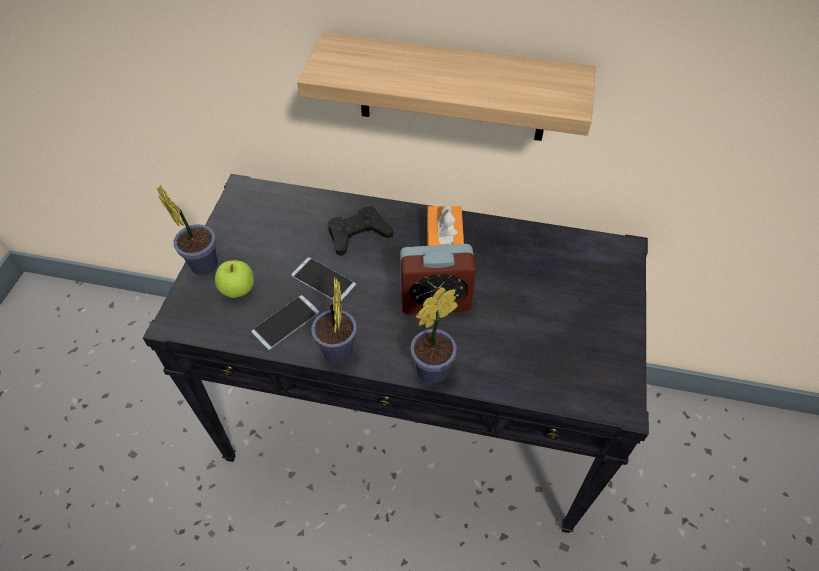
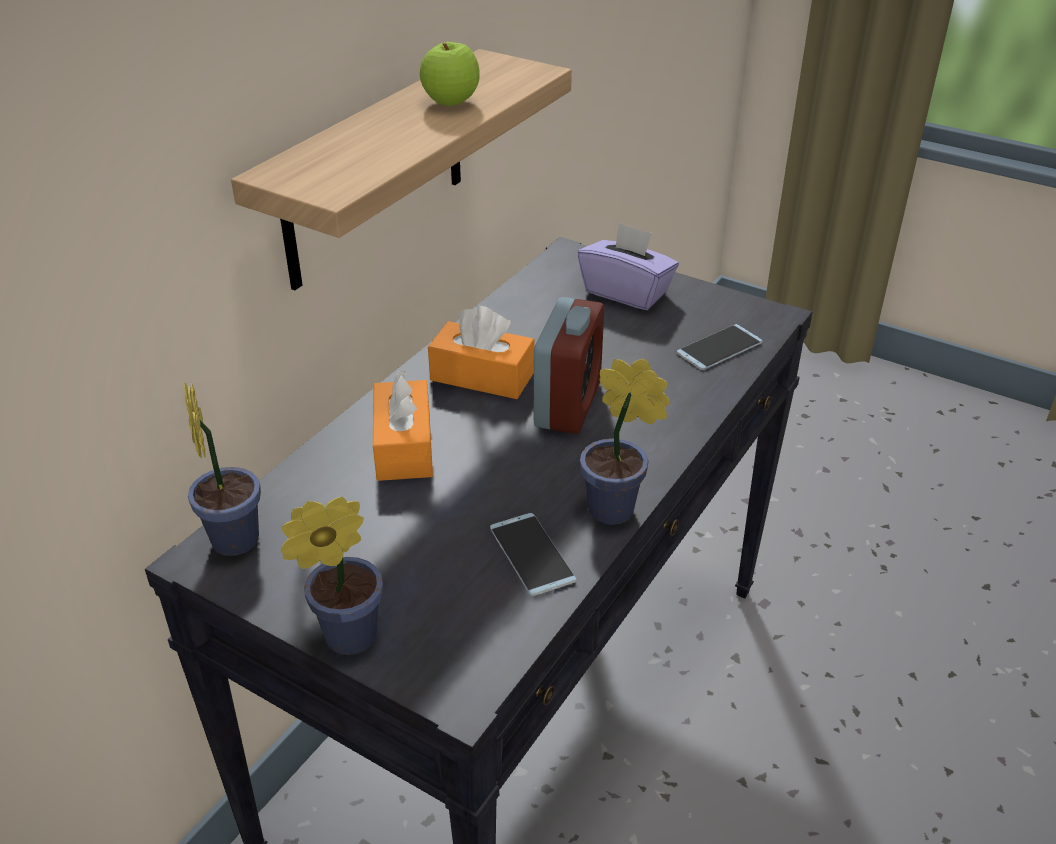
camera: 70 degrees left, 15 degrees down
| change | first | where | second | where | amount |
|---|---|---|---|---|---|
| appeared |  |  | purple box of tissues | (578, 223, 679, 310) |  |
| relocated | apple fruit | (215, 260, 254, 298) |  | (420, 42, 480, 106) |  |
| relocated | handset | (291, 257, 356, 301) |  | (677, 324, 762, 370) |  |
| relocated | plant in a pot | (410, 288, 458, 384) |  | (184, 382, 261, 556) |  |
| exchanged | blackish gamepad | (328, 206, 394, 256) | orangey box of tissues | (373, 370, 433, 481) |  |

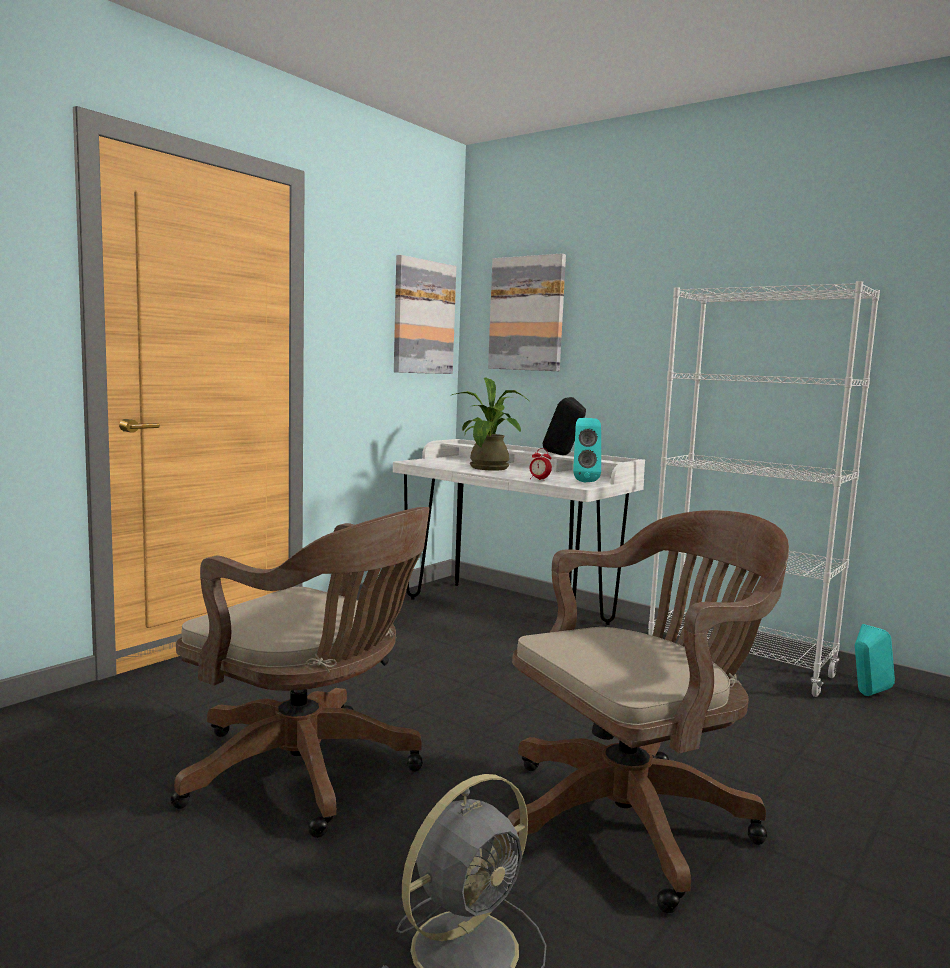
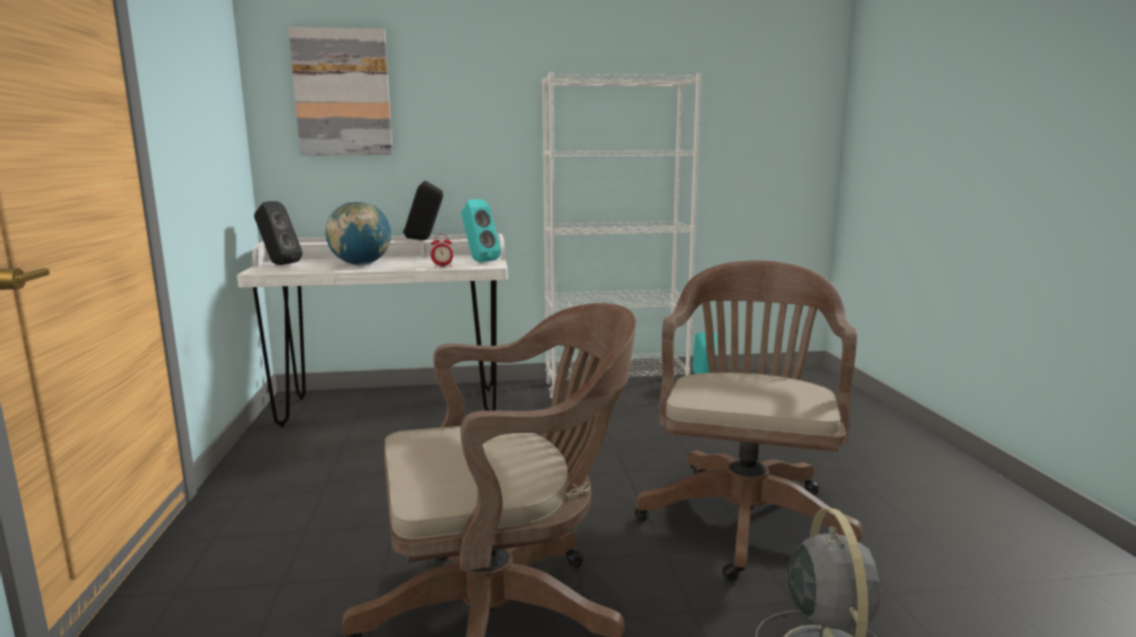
camera: 45 degrees left, 5 degrees up
| change | first | where | second | where | amount |
|---|---|---|---|---|---|
| missing | wall art | (394, 255, 456, 374) |  |  |  |
| appeared |  |  | blackish speaker | (254, 201, 302, 265) |  |
| exchanged | plant in a pot | (452, 378, 529, 471) | desk globe | (325, 201, 391, 266) |  |

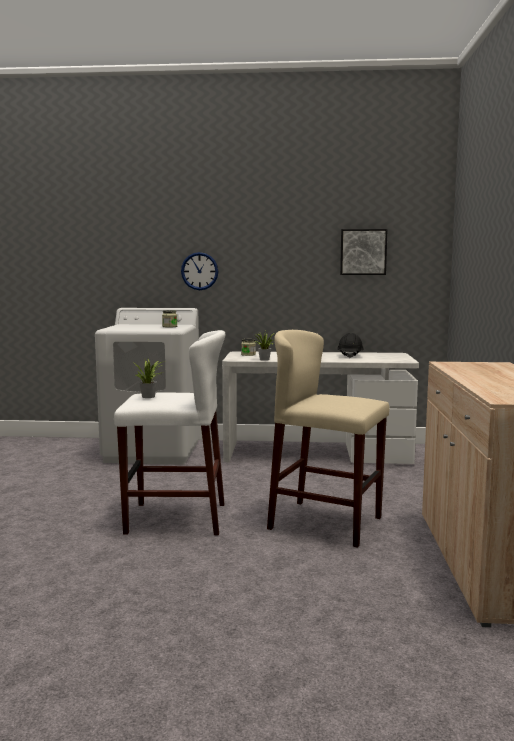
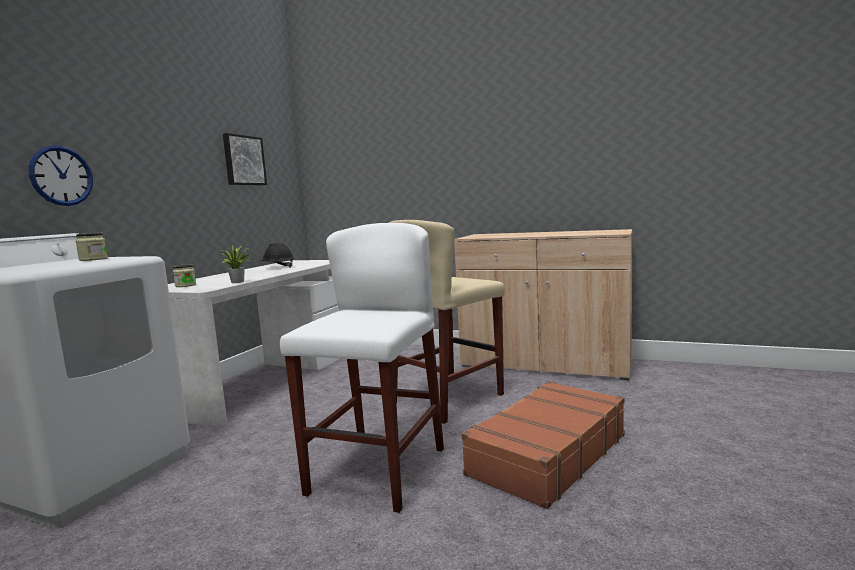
camera: 70 degrees left, 0 degrees up
| change | first | where | second | where | amount |
|---|---|---|---|---|---|
| missing | plant in a pot | (132, 359, 167, 398) |  |  |  |
| appeared |  |  | brownish travel case | (461, 381, 625, 509) |  |

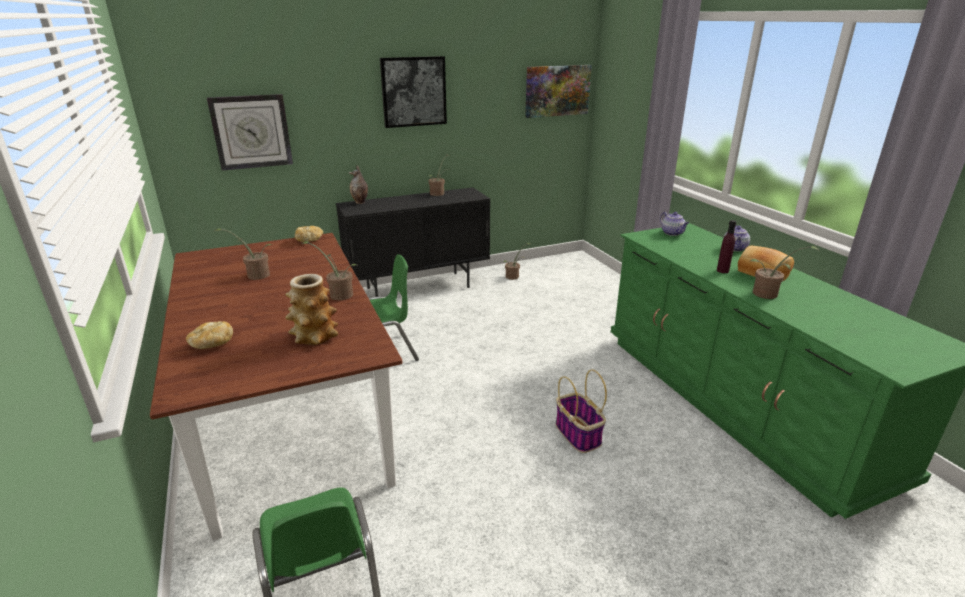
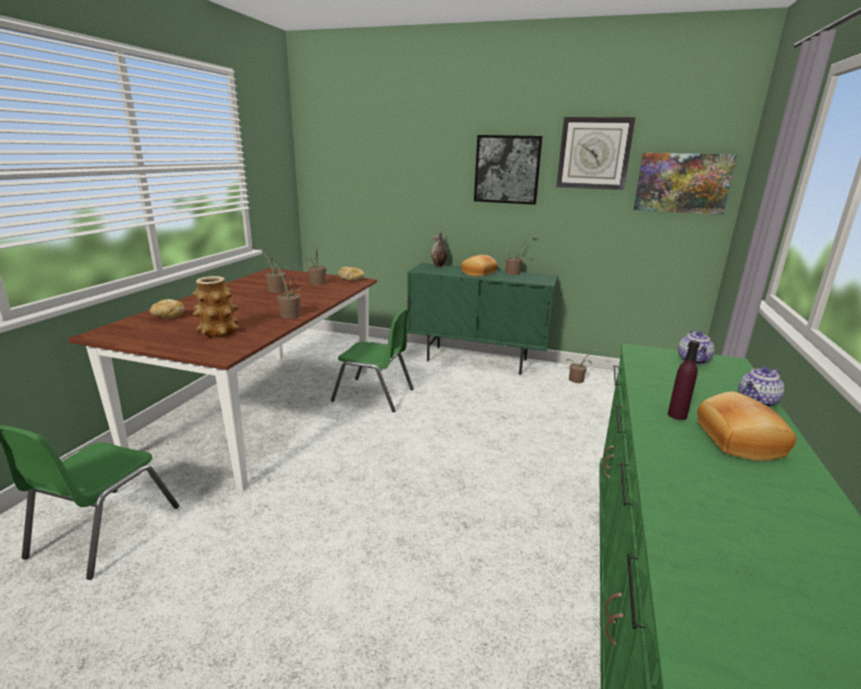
camera: 40 degrees right, 5 degrees down
| change | first | where | second | where | amount |
|---|---|---|---|---|---|
| missing | basket | (556, 370, 607, 453) |  |  |  |
| appeared |  |  | bread | (461, 255, 497, 276) |  |
| relocated | clock on the wall | (207, 94, 293, 171) |  | (556, 117, 636, 190) |  |
| relocated | plant in a pot | (749, 246, 819, 299) |  | (306, 247, 327, 285) |  |
| colour | blackish storage cabinet | (336, 187, 490, 297) | greenish storage cabinet | (407, 263, 558, 375) |  |

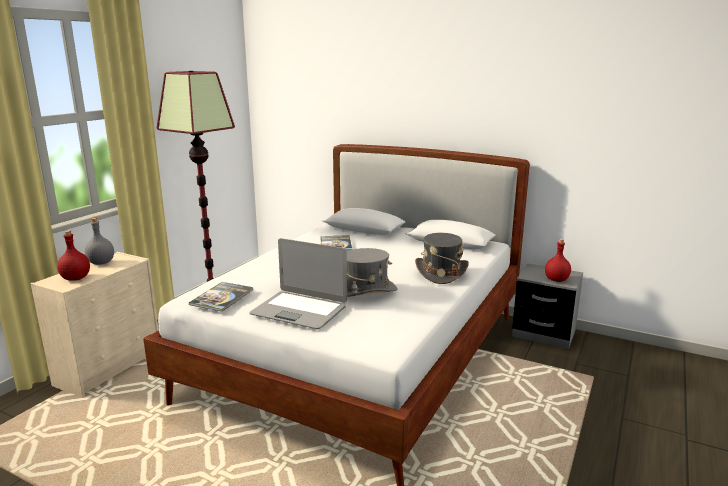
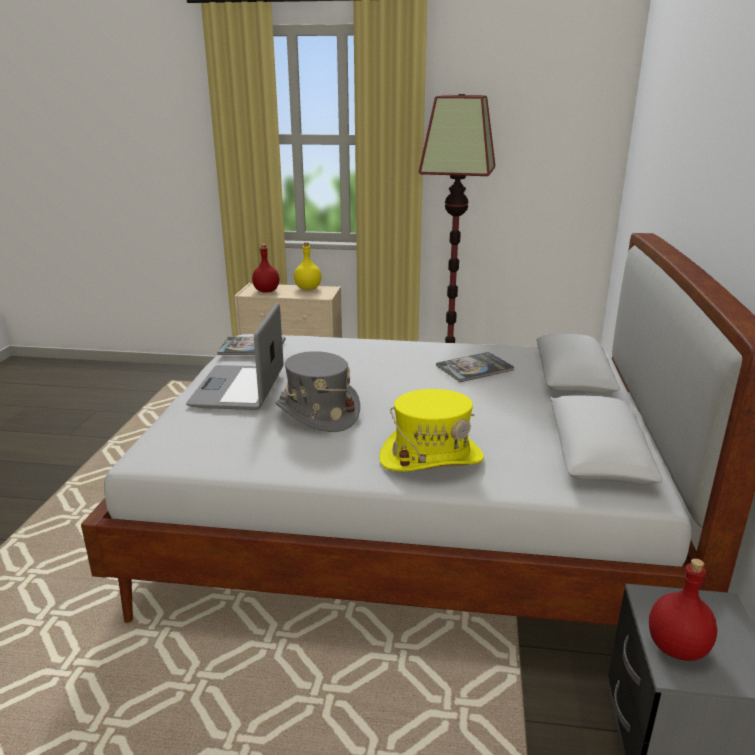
camera: 70 degrees right, 5 degrees up
| change | first | where | second | where | amount |
|---|---|---|---|---|---|
| colour | gray drink bottle | (85, 218, 114, 265) | yellow drink bottle | (294, 242, 321, 290) |  |
| colour | gray hat | (415, 233, 469, 284) | yellow hat | (379, 389, 484, 472) |  |

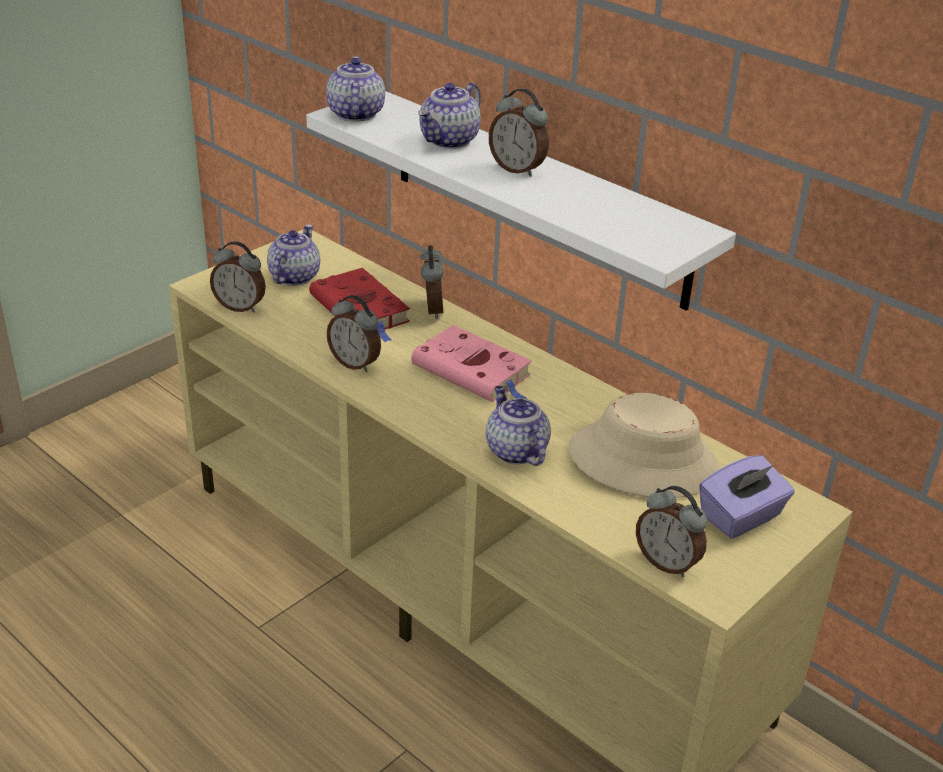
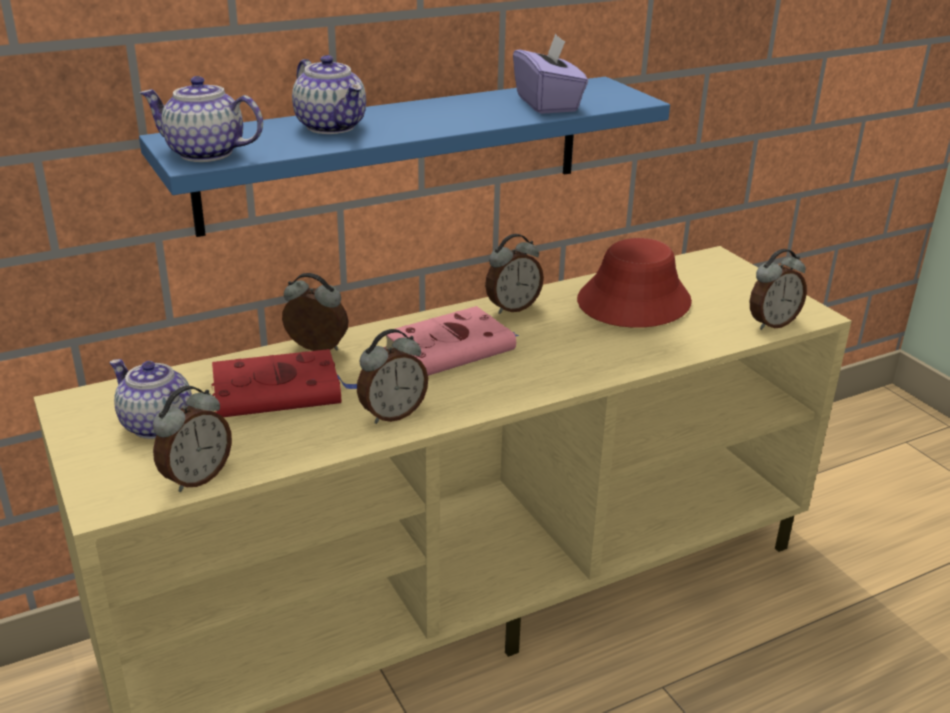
camera: 70 degrees left, 5 degrees down
| change | first | where | second | where | amount |
|---|---|---|---|---|---|
| missing | teapot | (486, 386, 551, 466) |  |  |  |
| relocated | alarm clock | (489, 89, 549, 177) |  | (485, 234, 544, 314) |  |
| relocated | purple box of tissues | (699, 455, 795, 538) |  | (513, 34, 588, 114) |  |
| colour | white-coloured shelf | (306, 91, 736, 311) | blue-coloured shelf | (139, 77, 670, 237) |  |
| colour | beige-coloured hat | (569, 393, 720, 498) | red-coloured hat | (577, 238, 692, 328) |  |

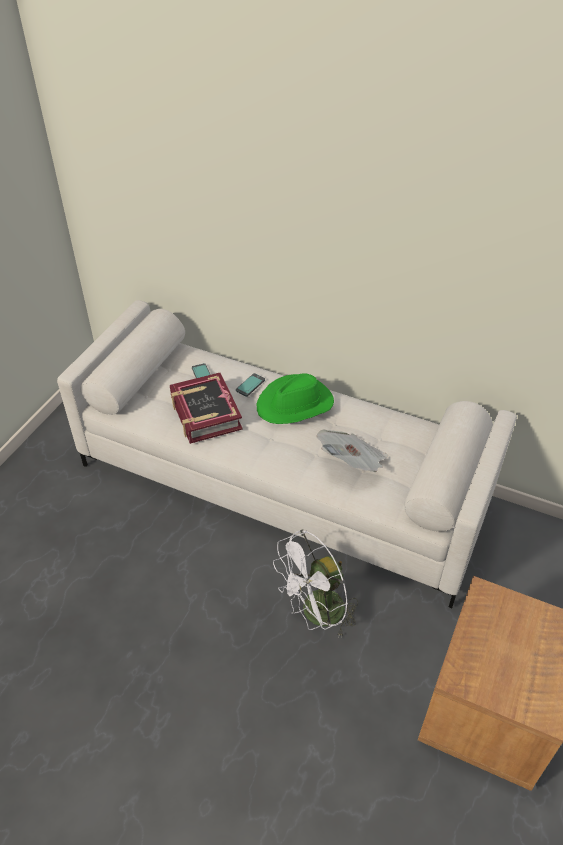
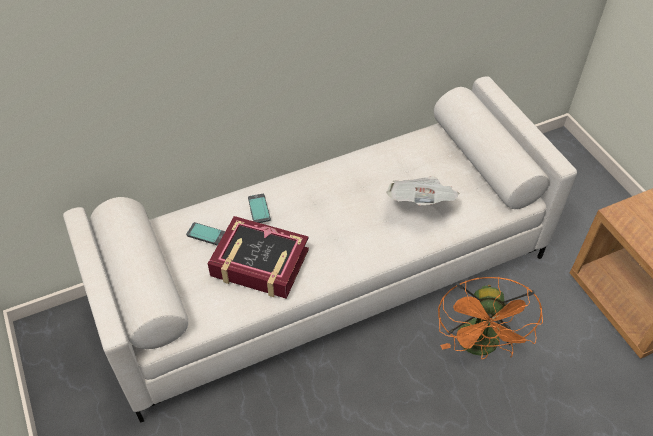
camera: 50 degrees left, 5 degrees up
| change | first | where | second | where | amount |
|---|---|---|---|---|---|
| missing | greenish hat | (257, 373, 334, 424) |  |  |  |
| colour | white-coloured electric fan | (273, 529, 358, 635) | orangey electric fan | (438, 277, 543, 360) |  |

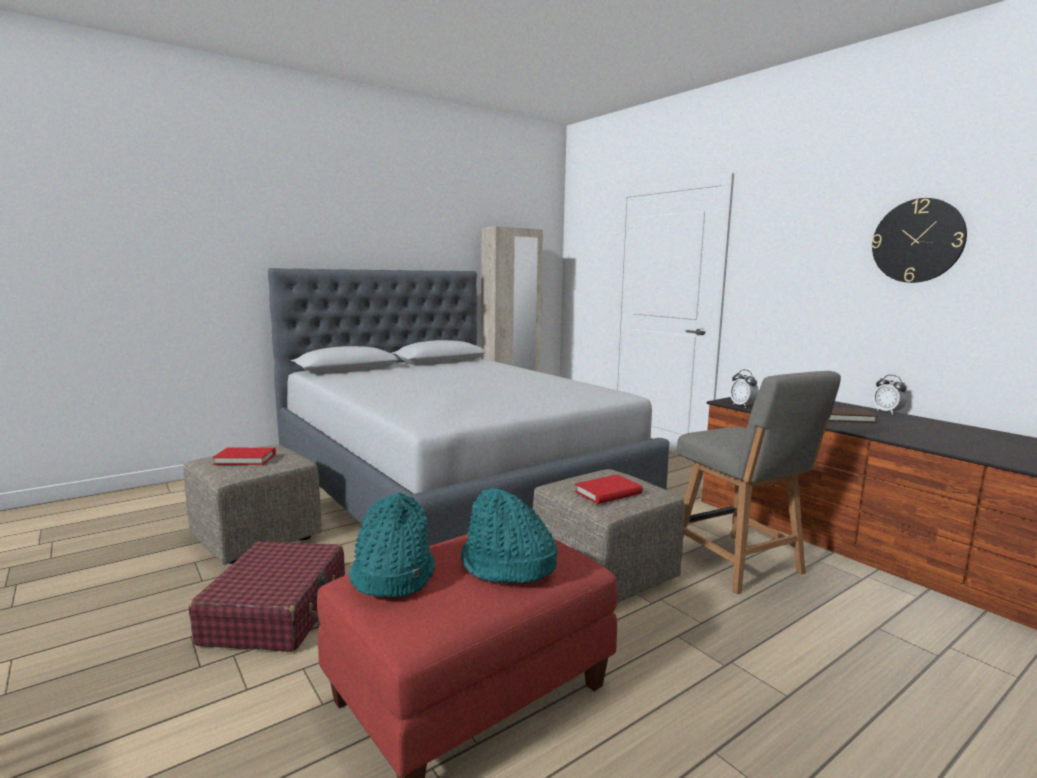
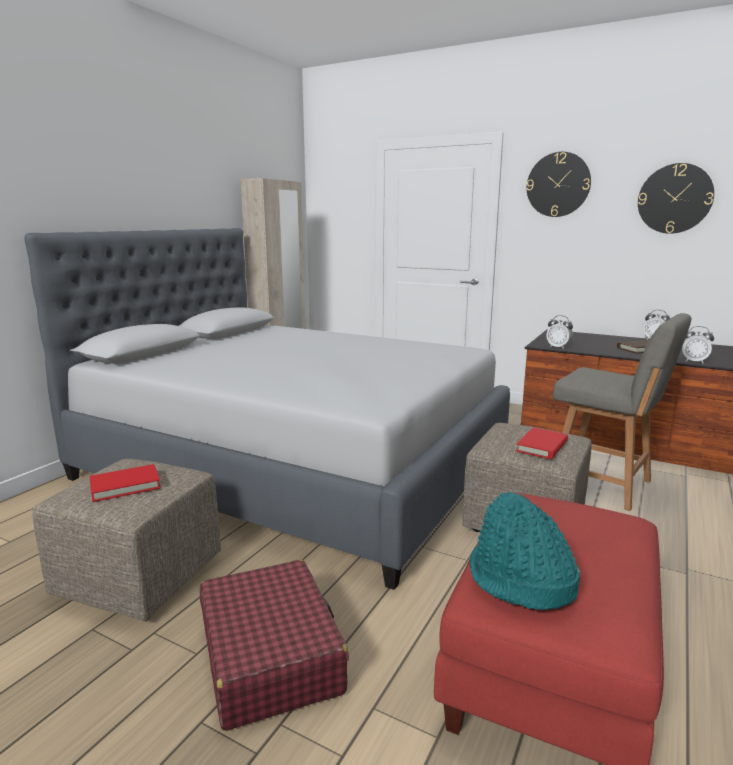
camera: 25 degrees left, 5 degrees up
| change | first | where | second | where | amount |
|---|---|---|---|---|---|
| missing | turquoise-coloured hat | (461, 488, 557, 584) |  |  |  |
| appeared |  |  | clock on the wall | (527, 152, 591, 217) |  |
| appeared |  |  | alarm clock | (682, 326, 714, 364) |  |

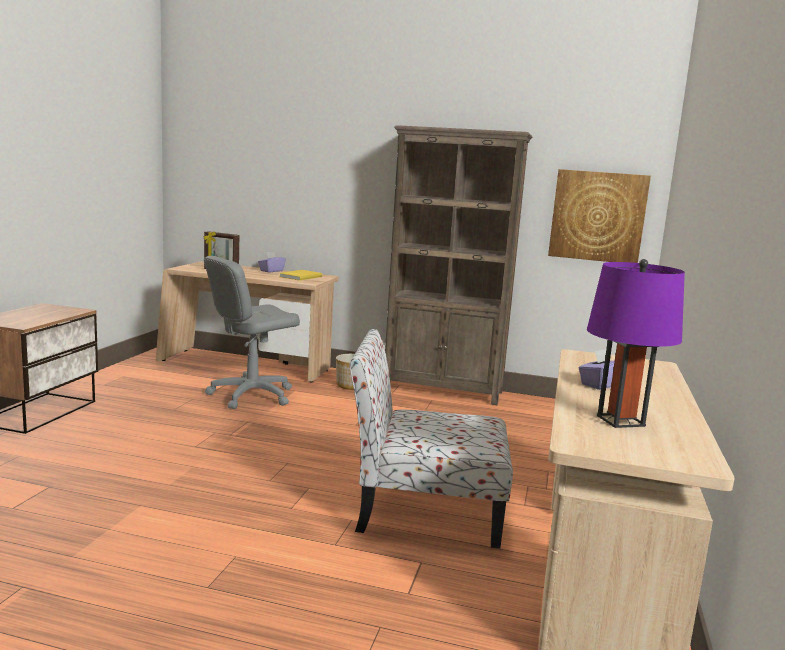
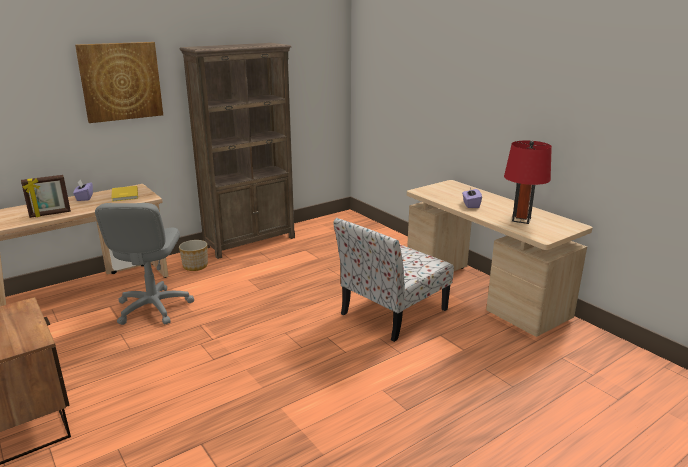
camera: 50 degrees left, 10 degrees up
| change | first | where | second | where | amount |
|---|---|---|---|---|---|
| relocated | wall art | (548, 169, 651, 263) |  | (75, 42, 163, 123) |  |
| colour | purple tabletop lamp | (587, 259, 685, 428) | red-coloured tabletop lamp | (504, 141, 552, 224) |  |

